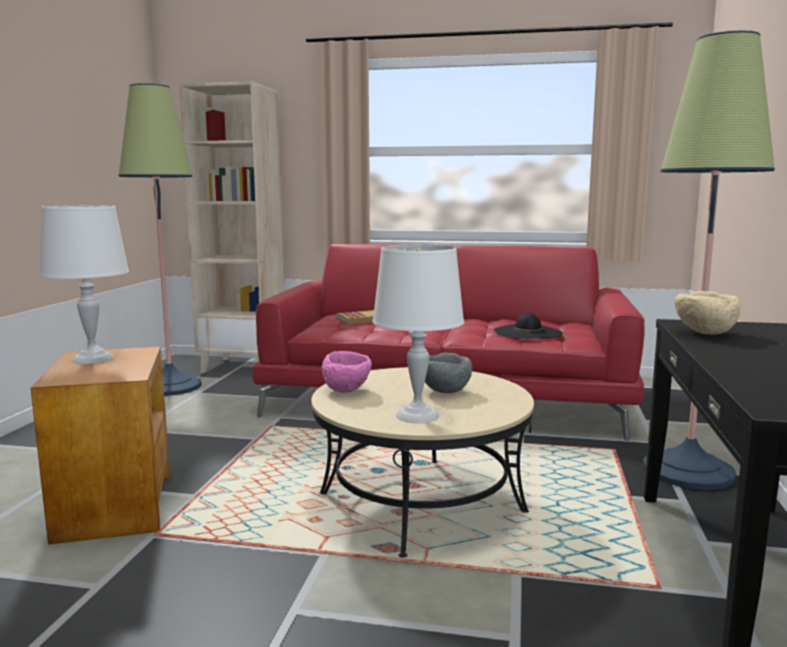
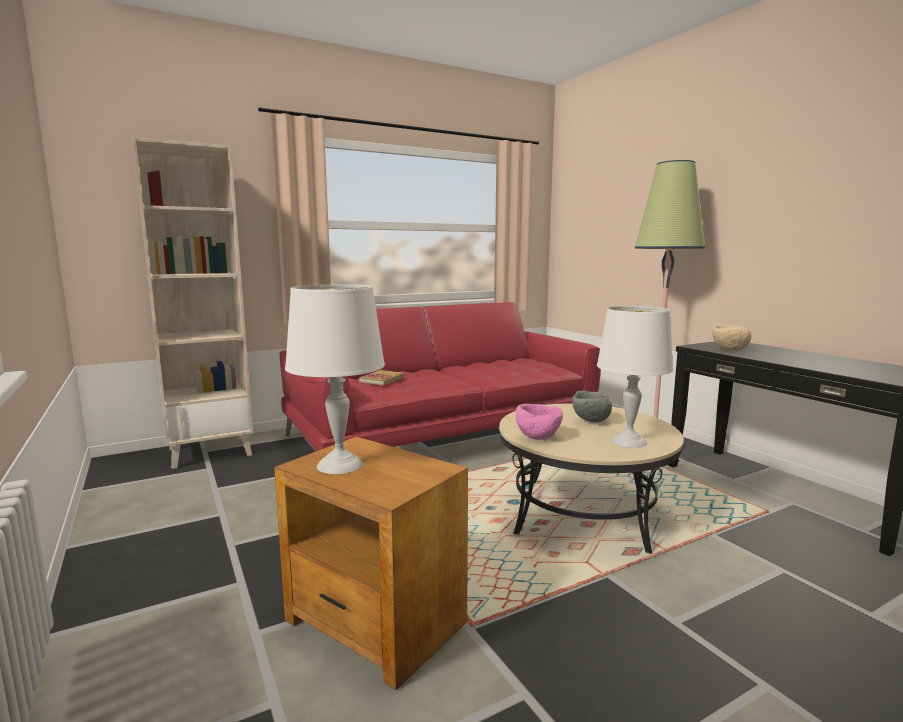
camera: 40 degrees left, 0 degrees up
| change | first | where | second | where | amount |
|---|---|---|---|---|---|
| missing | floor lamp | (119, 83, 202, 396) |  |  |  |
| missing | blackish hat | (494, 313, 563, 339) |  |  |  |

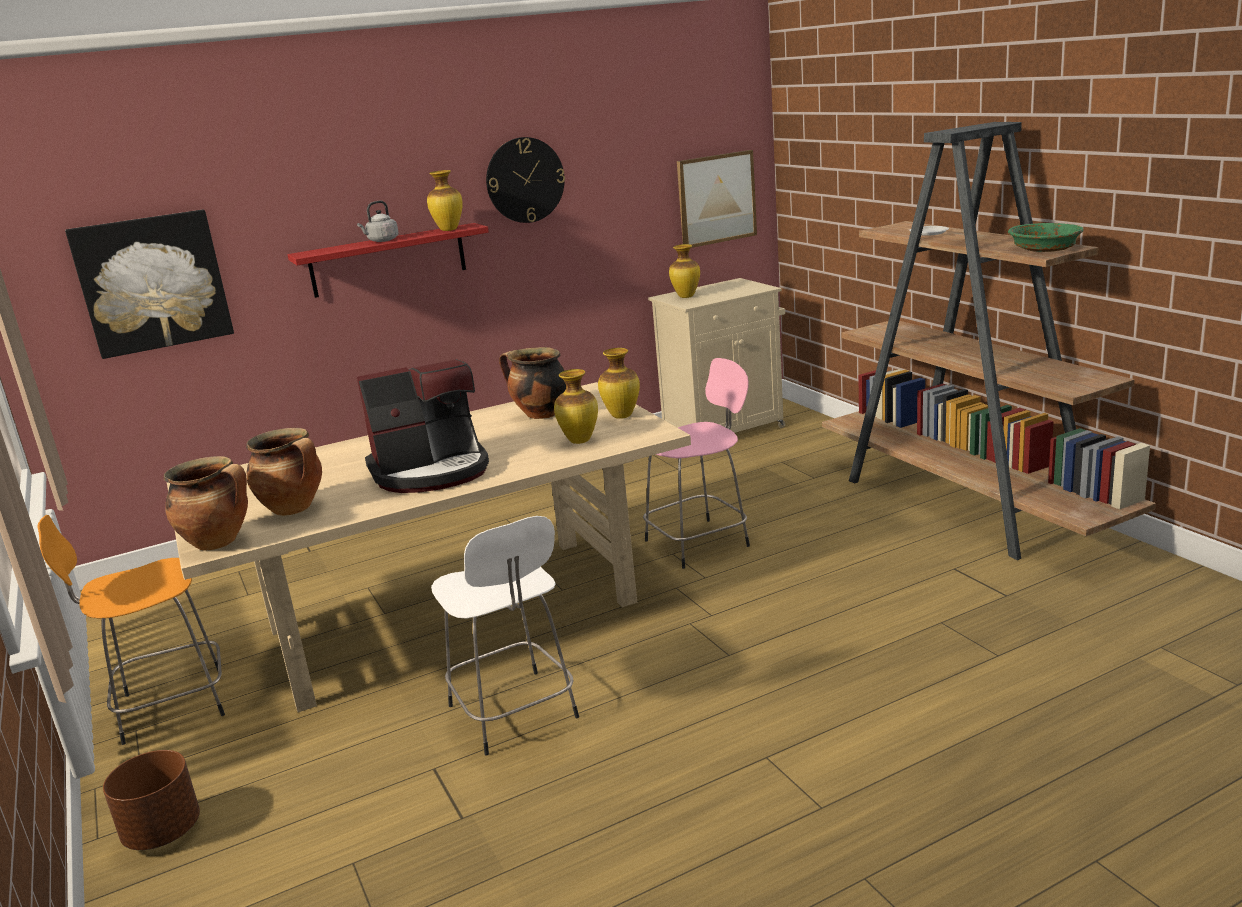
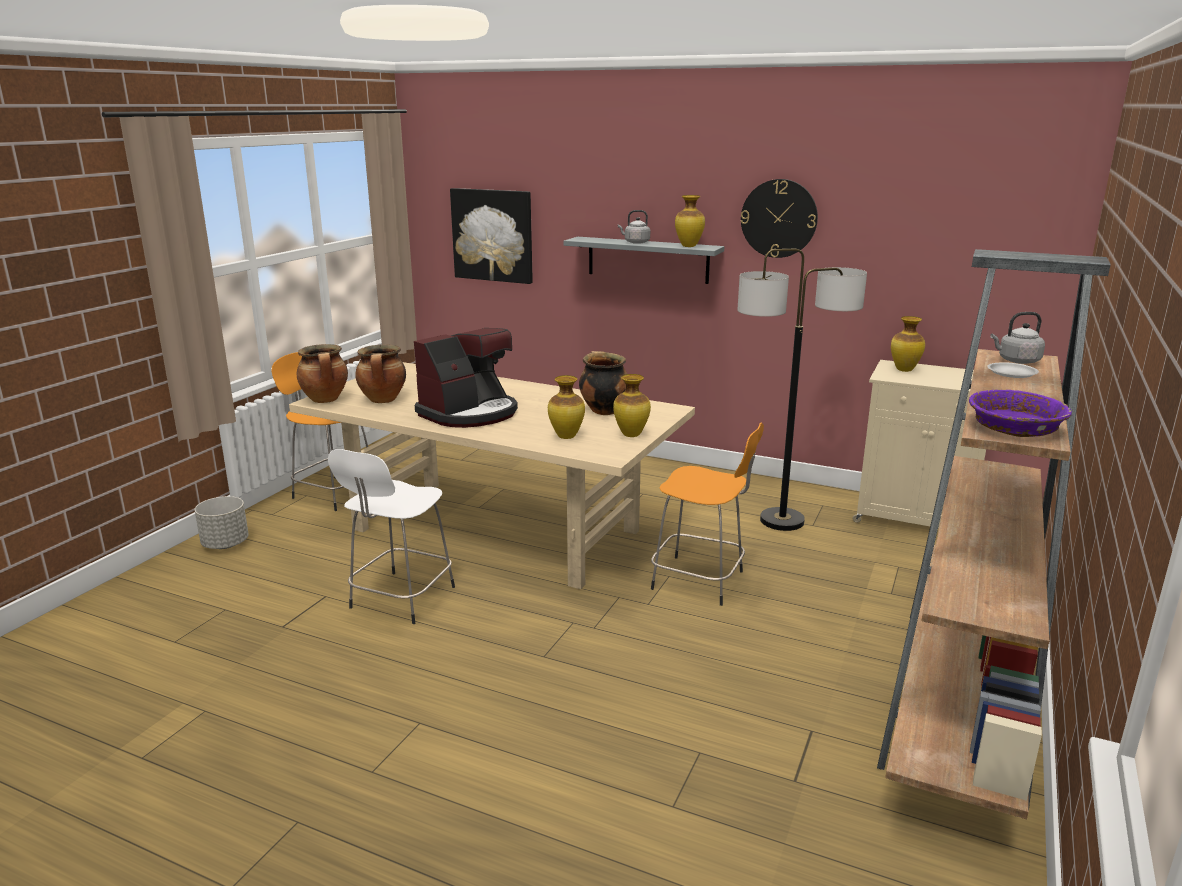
camera: 50 degrees right, 0 degrees up
| change | first | where | second | where | amount |
|---|---|---|---|---|---|
| missing | wall art | (677, 150, 757, 248) |  |  |  |
| appeared |  |  | floor lamp | (737, 249, 867, 531) |  |
| appeared |  |  | gray tea kettle | (990, 312, 1045, 364) |  |
| colour | brownish flower pot | (103, 750, 200, 850) | gray flower pot | (195, 496, 249, 549) |  |
| colour | red-coloured shelf | (287, 223, 489, 298) | gray shelf | (563, 237, 724, 284) |  |
| colour | pink stool seat | (643, 358, 750, 569) | orangey stool seat | (651, 423, 764, 606) |  |
| colour | greenish deep dish | (1008, 223, 1084, 252) | purple deep dish | (969, 390, 1072, 437) |  |
| spun | coffee maker | (357, 359, 489, 493) |  | (414, 328, 518, 428) | 75 degrees counterclockwise |

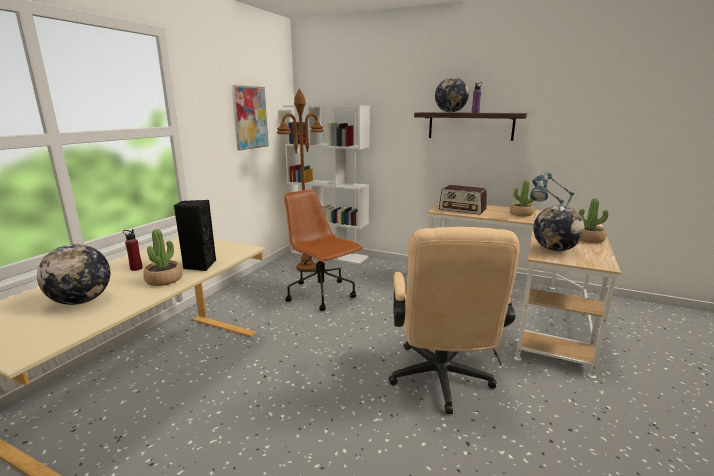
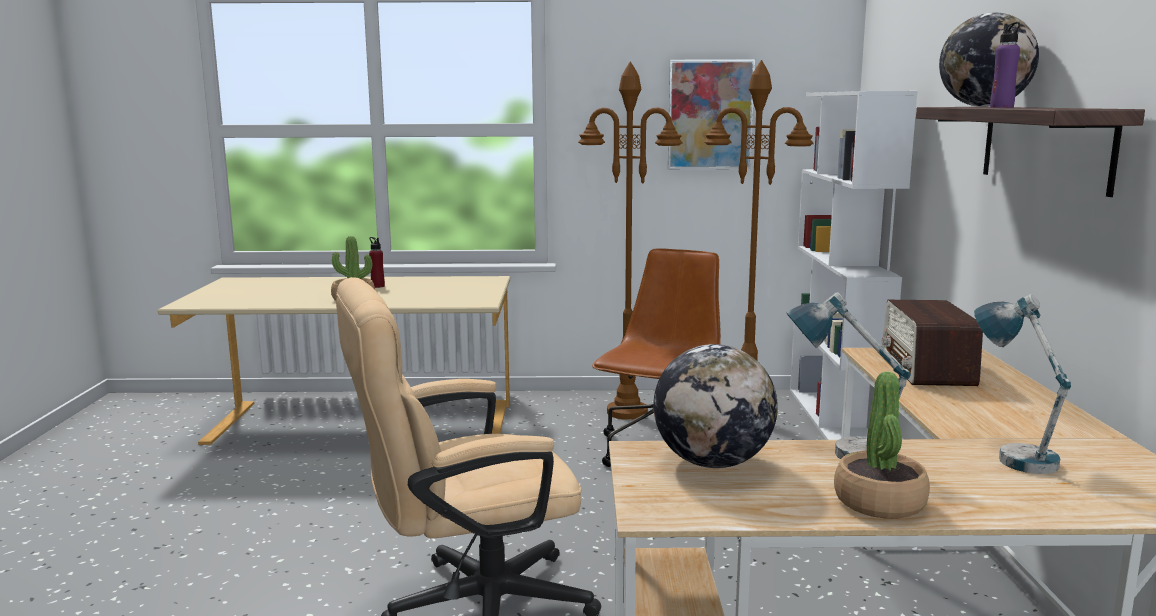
camera: 65 degrees right, 5 degrees down
| change | first | where | second | where | amount |
|---|---|---|---|---|---|
| missing | desk globe | (37, 244, 110, 305) |  |  |  |
| missing | blackish speaker | (174, 200, 216, 271) |  |  |  |
| missing | plant in a pot | (510, 180, 534, 217) |  |  |  |
| appeared |  |  | brownish floor lamp | (578, 61, 683, 420) |  |

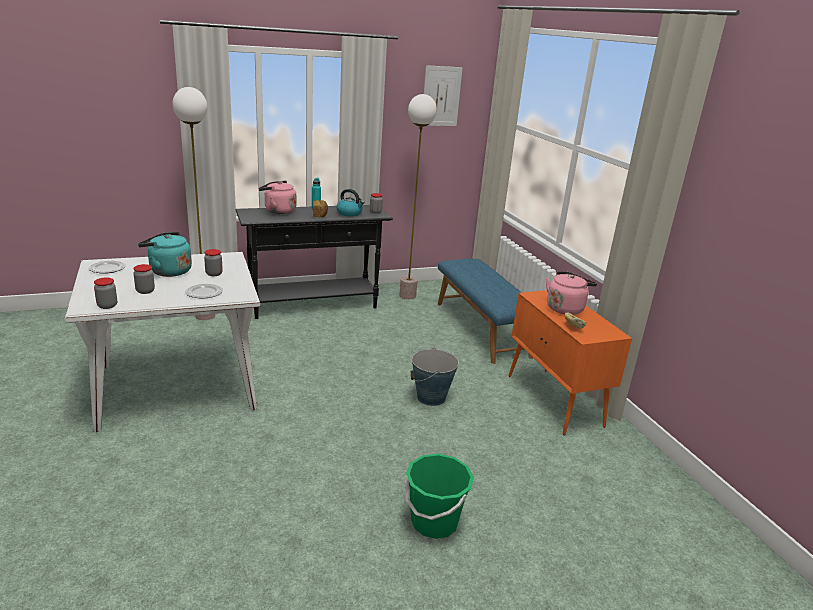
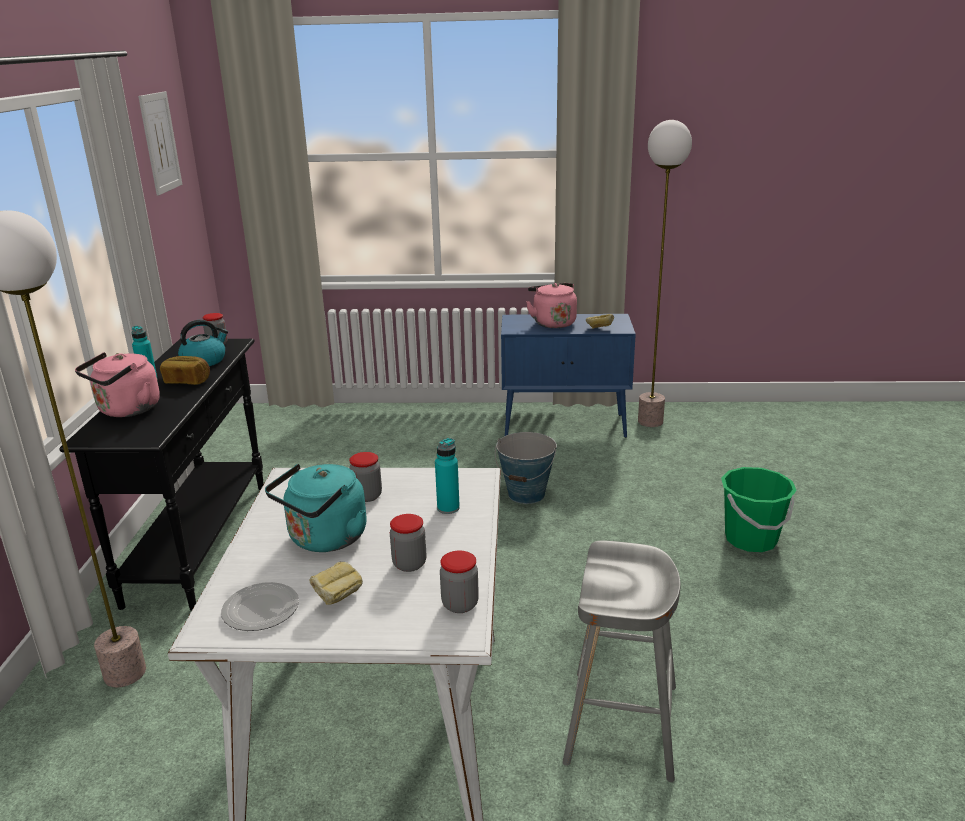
camera: 65 degrees left, 0 degrees up
| change | first | where | second | where | amount |
|---|---|---|---|---|---|
| missing | blue-coloured bench | (438, 259, 533, 364) |  |  |  |
| appeared |  |  | bread | (309, 562, 363, 605) |  |
| appeared |  |  | gray stool seat | (563, 540, 681, 782) |  |
| relocated | floor lamp | (399, 94, 437, 299) |  | (638, 120, 692, 427) |  |
| exchanged | flat dish | (185, 283, 223, 299) | turquoise-coloured drink bottle | (435, 438, 460, 514) |  |
| colour | orangey storage cabinet | (509, 290, 632, 435) | blue-coloured storage cabinet | (501, 314, 636, 438) |  |

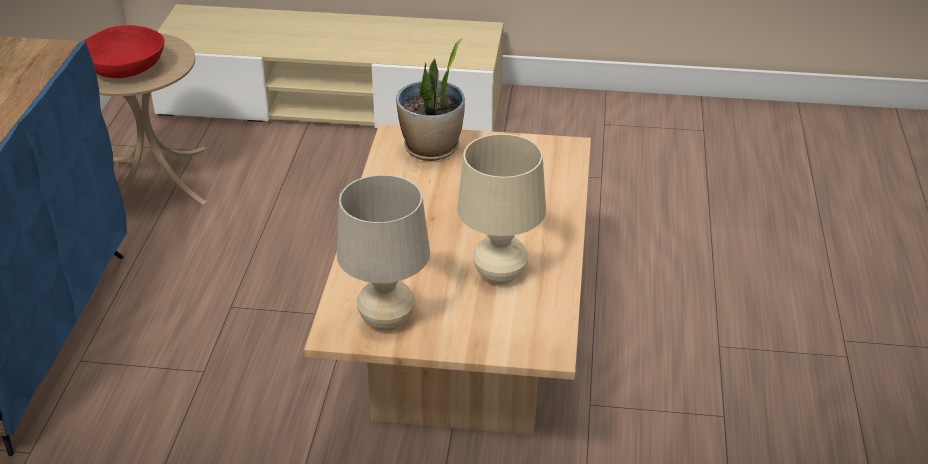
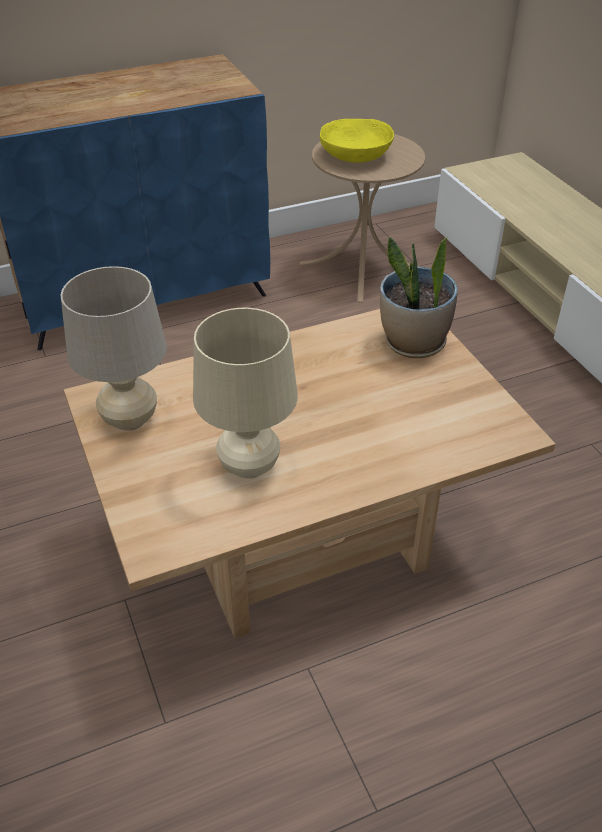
camera: 60 degrees right, 5 degrees up
| change | first | where | second | where | amount |
|---|---|---|---|---|---|
| colour | red-coloured deep dish | (82, 25, 165, 78) | yellow deep dish | (320, 119, 394, 163) |  |

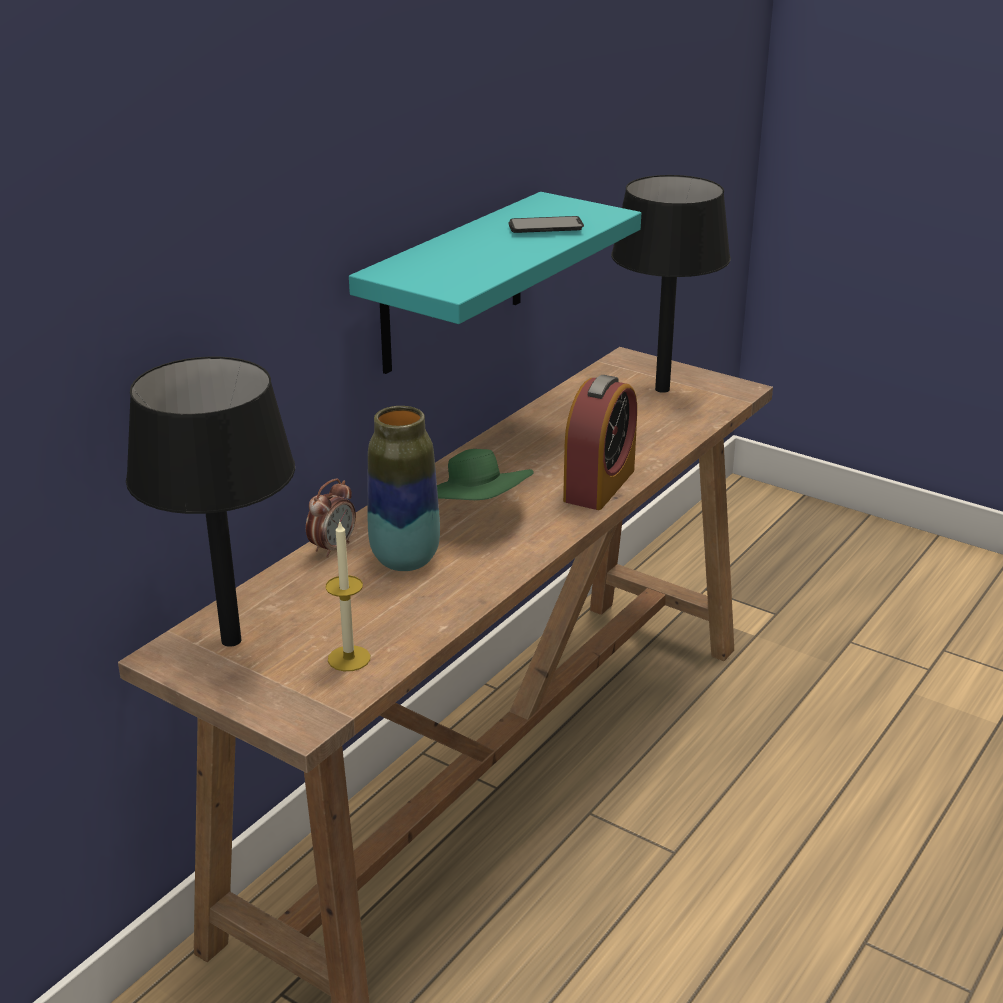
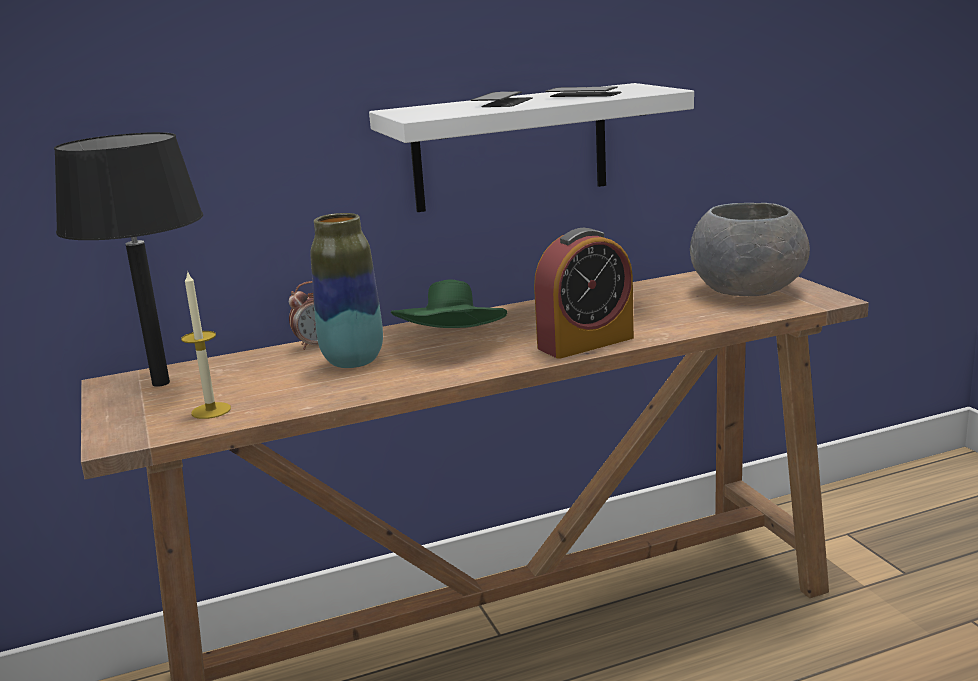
camera: 35 degrees right, 10 degrees down
| change | first | where | second | where | amount |
|---|---|---|---|---|---|
| appeared |  |  | handset | (470, 91, 533, 107) |  |
| exchanged | blackish tabletop lamp | (611, 175, 731, 393) | gray deep dish | (690, 203, 810, 296) |  |
| colour | turquoise-coloured shelf | (349, 192, 641, 374) | white-coloured shelf | (369, 83, 694, 212) |  |

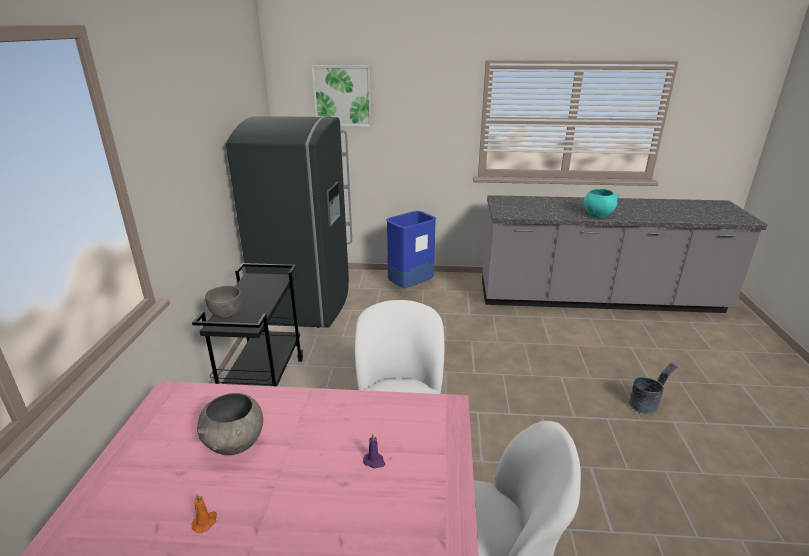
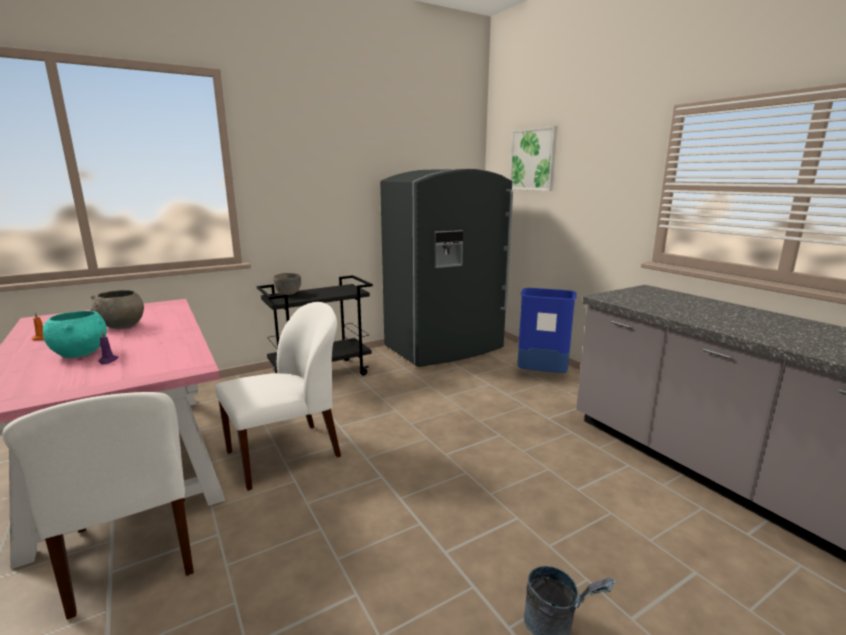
camera: 55 degrees right, 10 degrees down
| change | first | where | second | where | amount |
|---|---|---|---|---|---|
| relocated | turquoise-coloured deep dish | (584, 189, 620, 218) |  | (43, 311, 107, 358) |  |

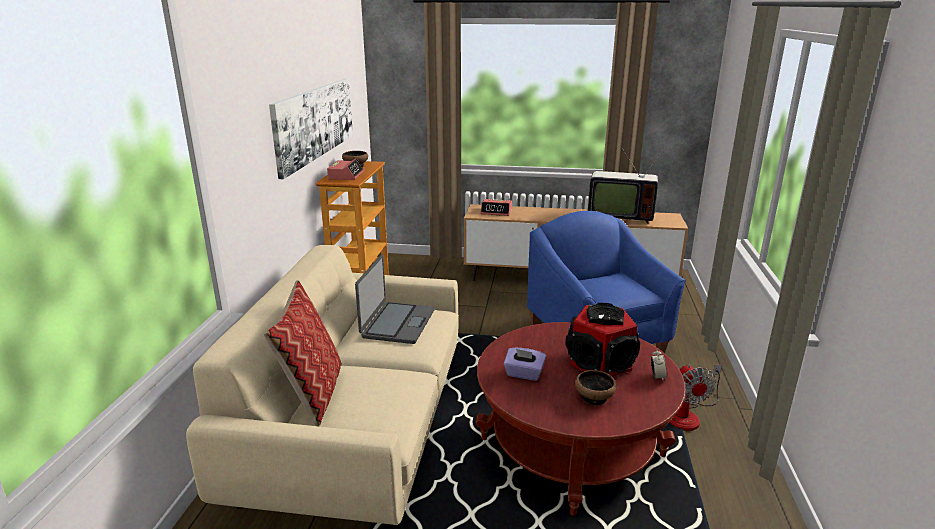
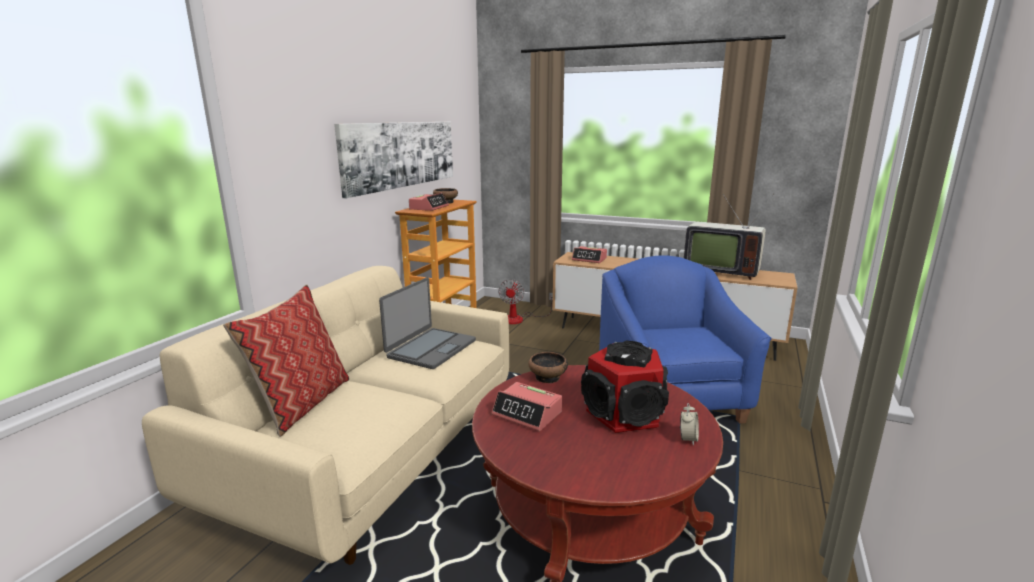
camera: 15 degrees right, 5 degrees down
| change | first | where | second | where | amount |
|---|---|---|---|---|---|
| relocated | deep dish | (575, 370, 617, 405) |  | (528, 352, 568, 383) |  |
| relocated | electric fan | (670, 364, 722, 431) |  | (498, 279, 553, 324) |  |
| exchanged | purple box of tissues | (504, 347, 546, 381) | alarm clock | (491, 382, 562, 431) |  |

